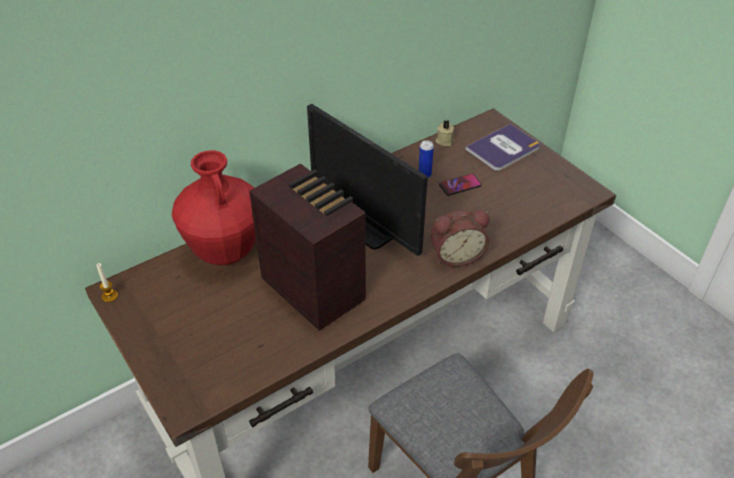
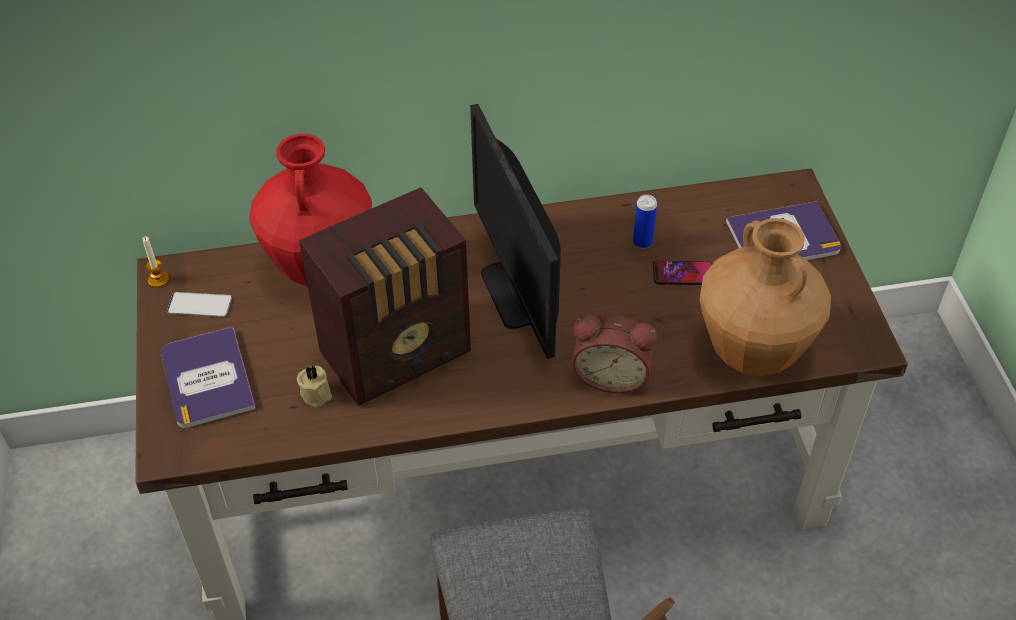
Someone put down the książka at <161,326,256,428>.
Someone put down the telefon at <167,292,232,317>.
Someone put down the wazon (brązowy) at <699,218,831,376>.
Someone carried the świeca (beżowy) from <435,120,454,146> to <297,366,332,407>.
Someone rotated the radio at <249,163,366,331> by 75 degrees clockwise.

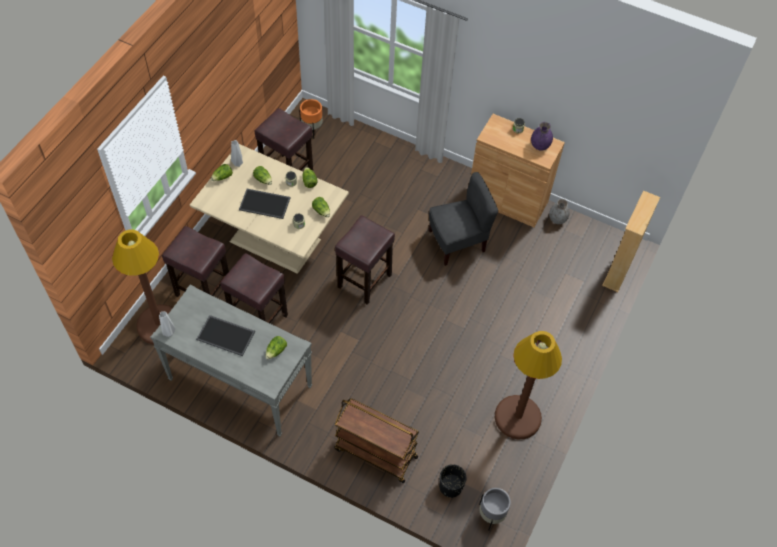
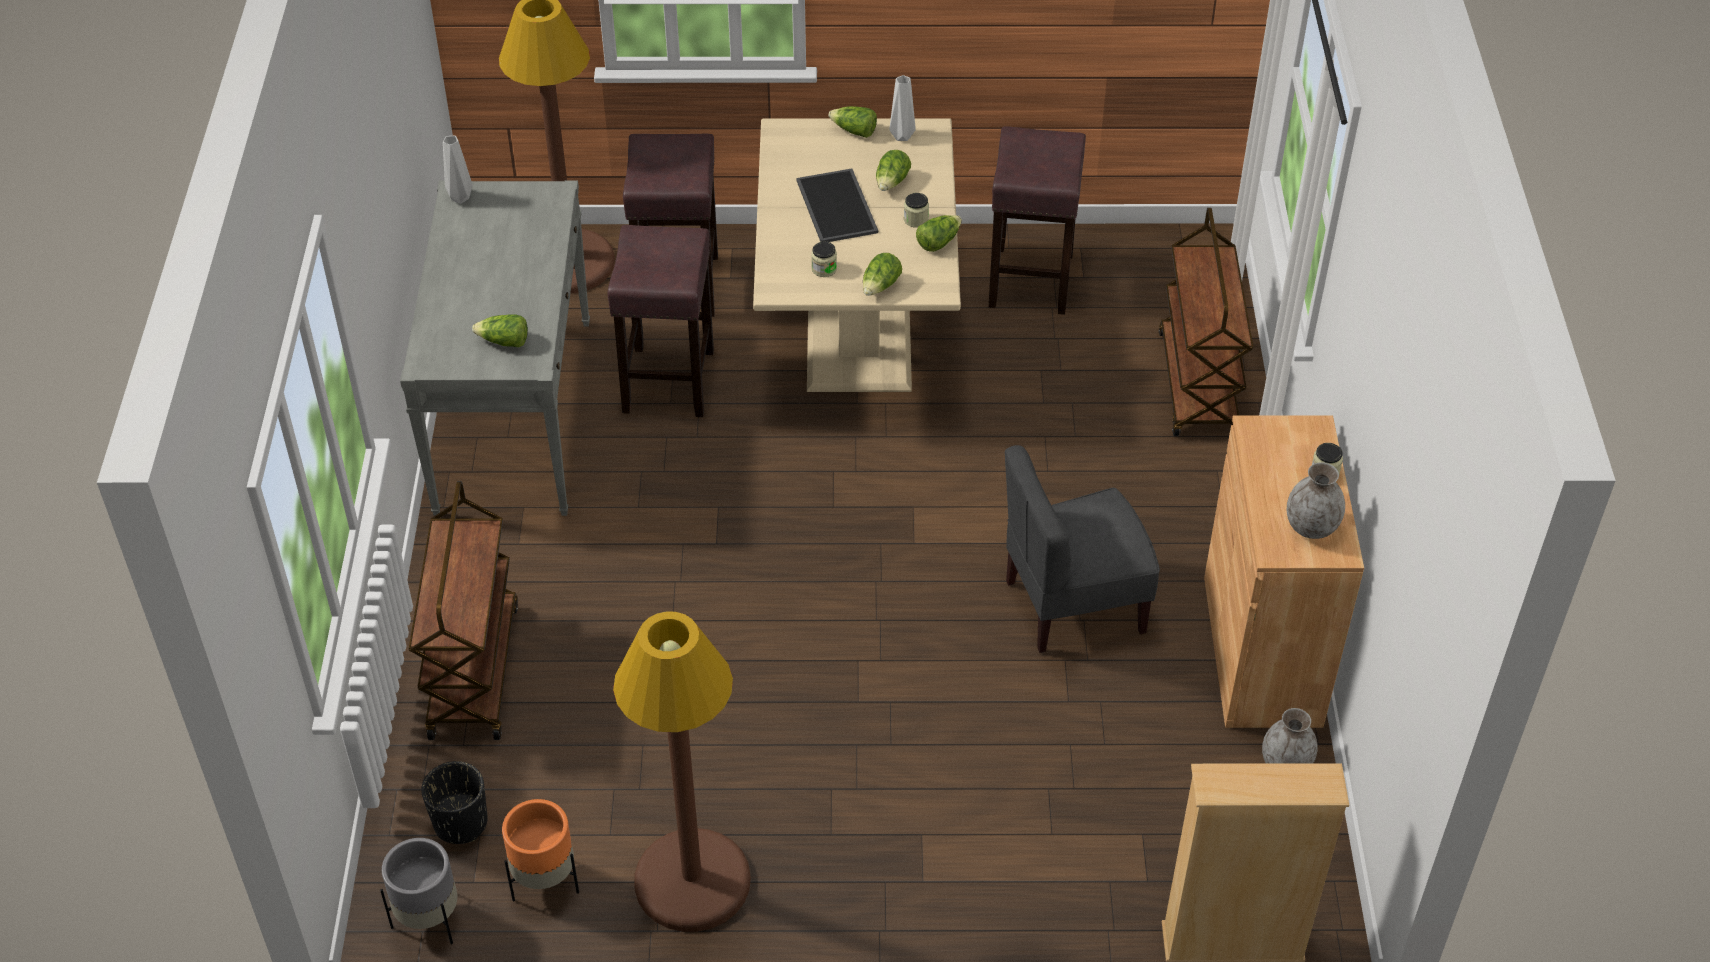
Someone took away the taca at <196,315,255,356>.
Someone took away the stołek (brązowy) at <335,215,395,305>.
Someone put down the wózek (brązowy) at <1159,208,1253,436>.
Someone carried the donica (pomarańczowy) from <299,99,323,139> to <502,799,579,902>.
Someone repainted the wazon (fioletowy) at <531,122,553,151>, which became the wazon (szary) at <1287,462,1345,539>.
Someone rotated the krzesło (szary) at <429,172,498,266> by 120 degrees clockwise.

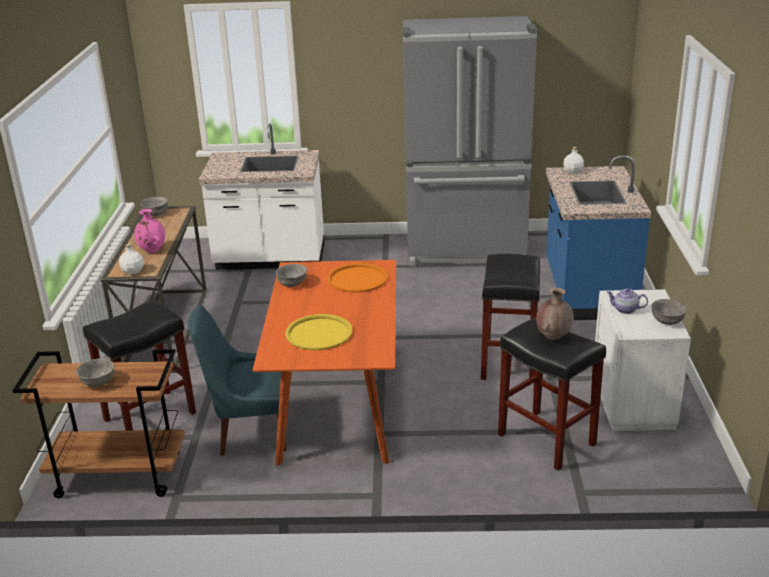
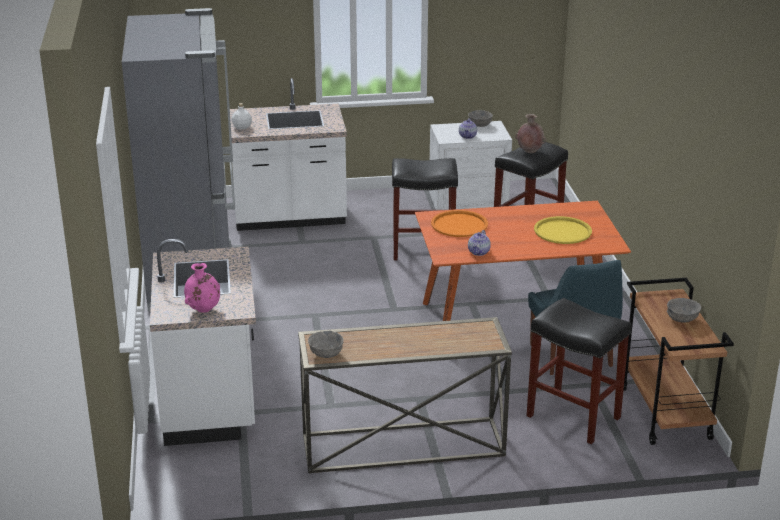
Someone took away the butelka (biały) at <119,244,144,274>.
Someone carried the wazon (różowy) from <134,209,165,253> to <184,263,220,313>.
Someone swapped the miska (szary) at <276,264,307,287> for the imbryk at <468,230,491,256>.
Someone repainted the zabudowa kuchenna (niebieski) at <546,155,651,320>, which became the zabudowa kuchenna (biały) at <230,78,347,231>.

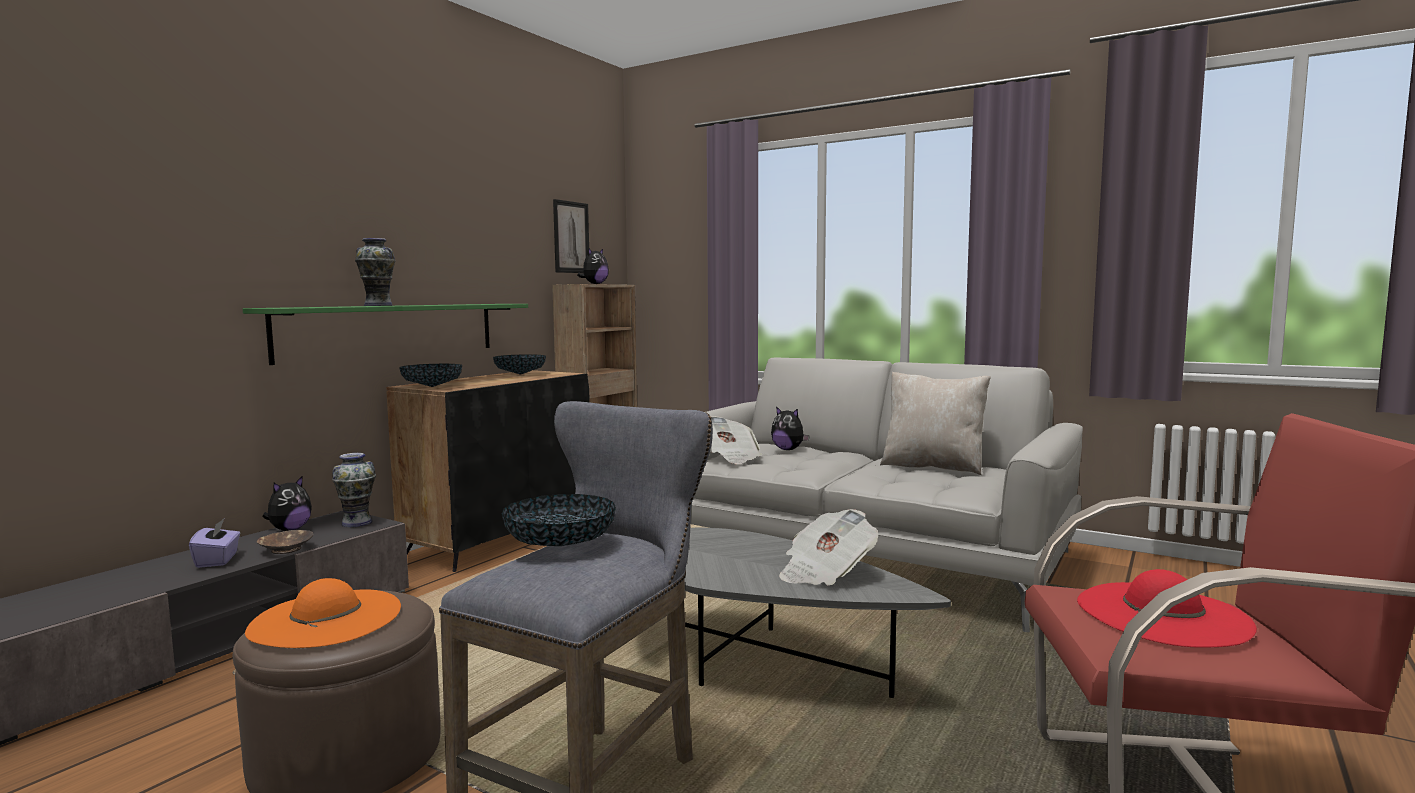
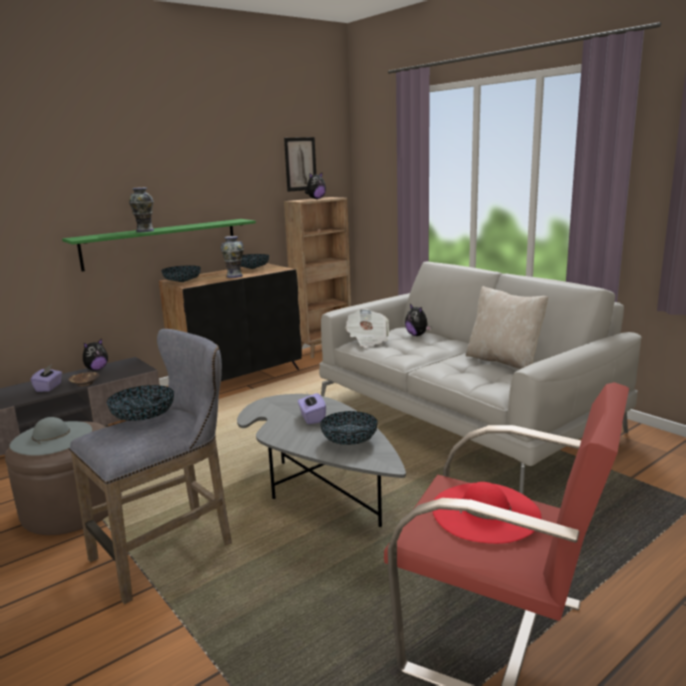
Someone put down the pudełko chusteczek (fioletowy) at <298,391,326,424>.
Someone carried the wazon from <332,453,376,527> to <221,236,244,278>.
Someone swapped the gazeta at <779,509,878,586> for the miska at <320,411,377,445>.
Someone repainted the kapelusz (pomarańczowy) at <245,578,401,648>, which became the kapelusz (szary) at <9,417,92,456>.

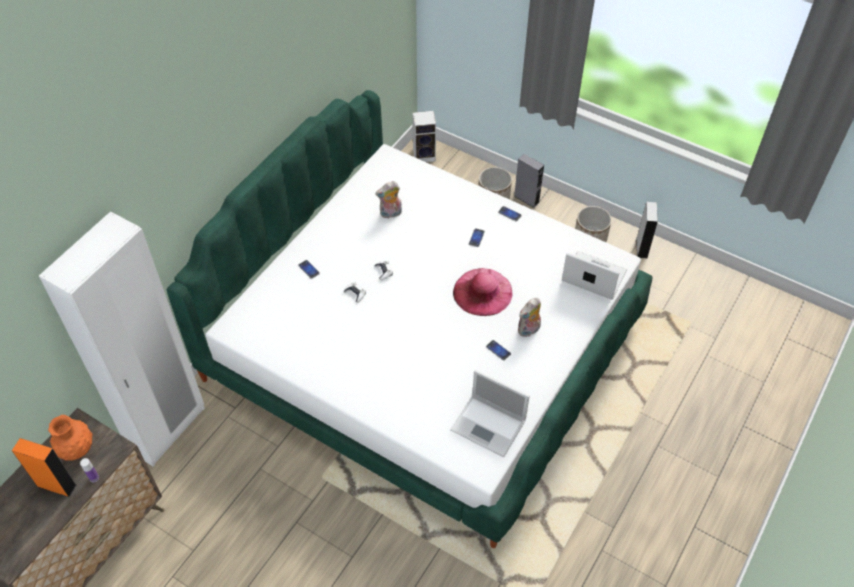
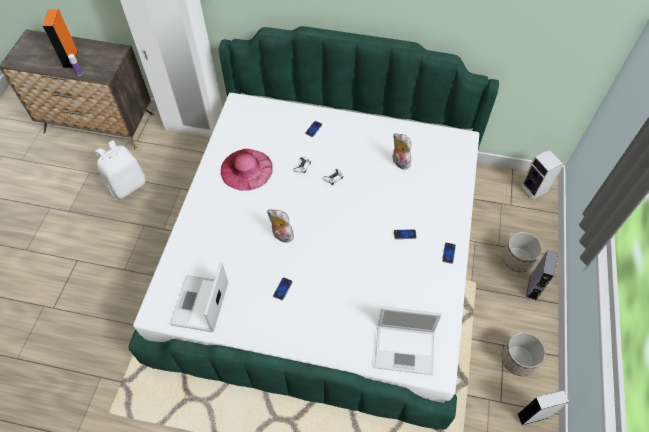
Someone took away the wazon (pomarańczowy) at <48,415,92,461>.
Someone put down the plecak (biały) at <95,140,146,199>.
Someone carried the kapelusz (różowy) from <453,268,512,316> to <221,149,273,191>.
Someone carried the pluszak from <518,298,541,337> to <267,209,295,243>.
Someone rotated the laptop at <562,251,627,300> by 90 degrees clockwise.

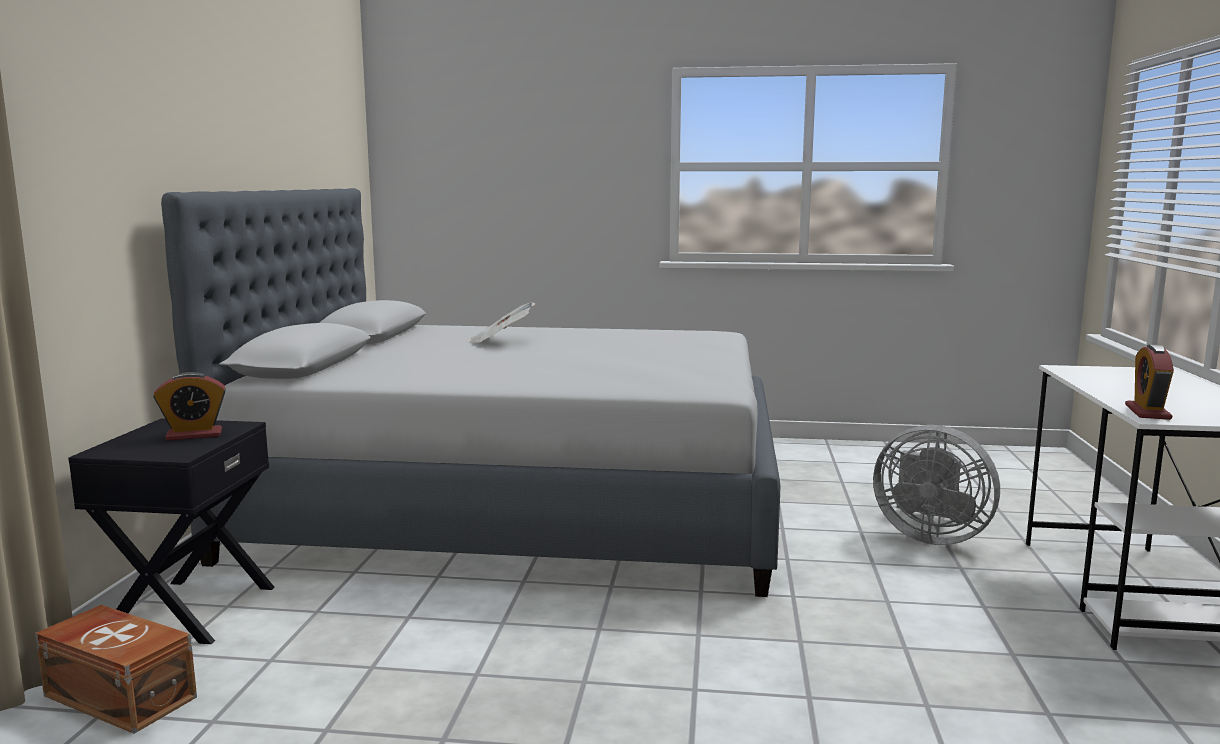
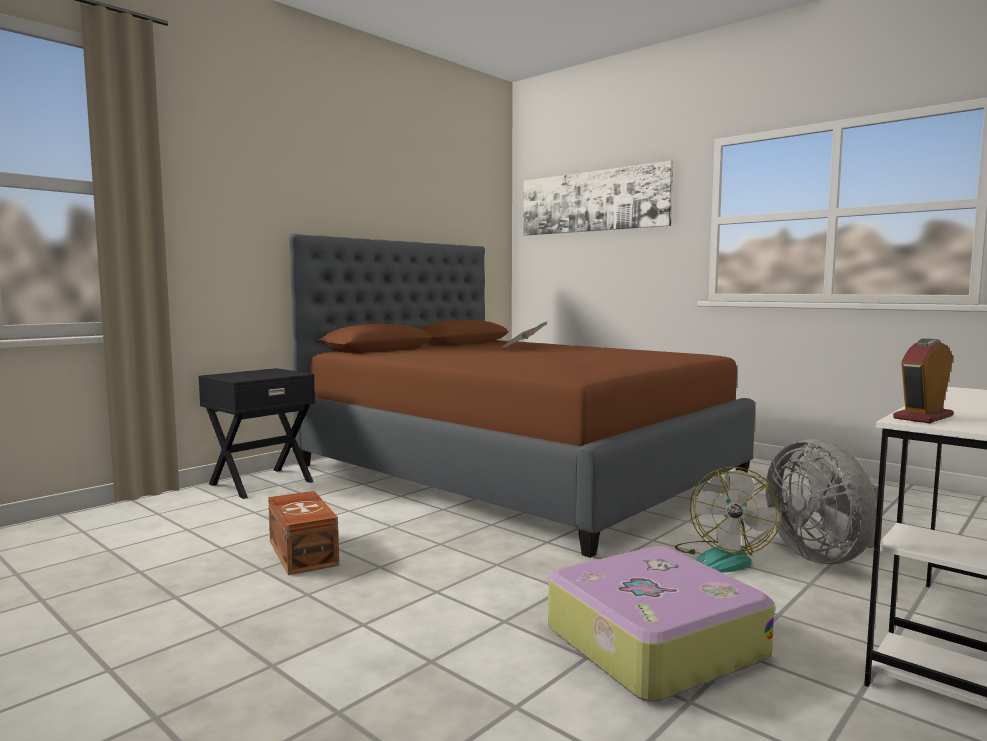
Someone took away the budzik at <153,372,226,441>.
Someone put up the obraz at <523,161,673,236>.
Someone put down the walizka at <548,546,775,702>.
Someone put down the wentylator at <675,467,782,573>.
Someone carried the pojemnik do przechowywania (brązowy) from <35,605,197,734> to <268,491,339,575>.
Someone repainted the łóżko (szary) at <161,188,780,597>, which became the łóżko (brązowy) at <289,234,755,558>.

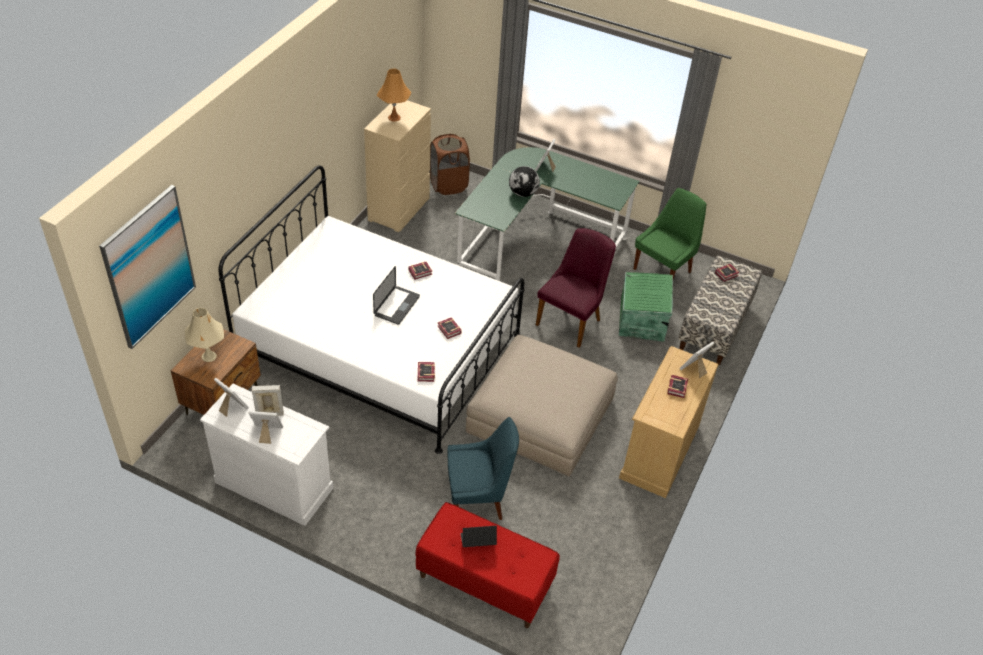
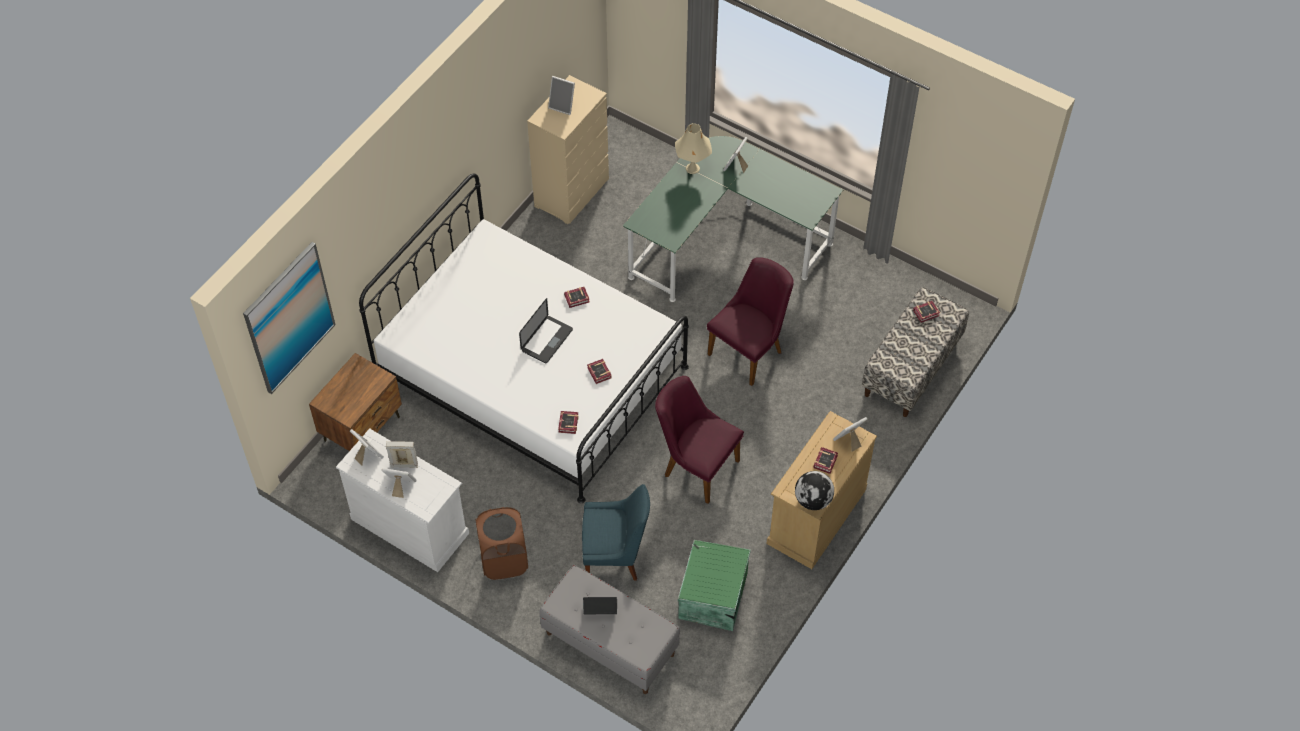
Someone took away the krzesło (zielony) at <634,188,706,279>.
Someone carried the lampa stołowa (beżowy) from <185,308,224,362> to <675,123,712,174>.
Someone carried the kosz na pranie (brązowy) from <430,134,470,195> to <476,507,528,580>.
Someone carried the globus from <509,166,540,197> to <795,471,834,510>.
Someone carried the pojemnik do przechowywania (zielony) from <619,272,673,342> to <678,540,751,631>.
Someone swapped the lampa stołowa (pomarańczowy) at <377,69,411,122> for the ramka na zdjęcie at <548,76,575,115>.
Someone swapped the pufa (beżowy) at <466,335,618,477> for the krzesło (fioletowy) at <655,376,744,504>.
Someone repainted the ławka (czerwony) at <415,502,560,628>, which became the ławka (szary) at <539,565,680,694>.

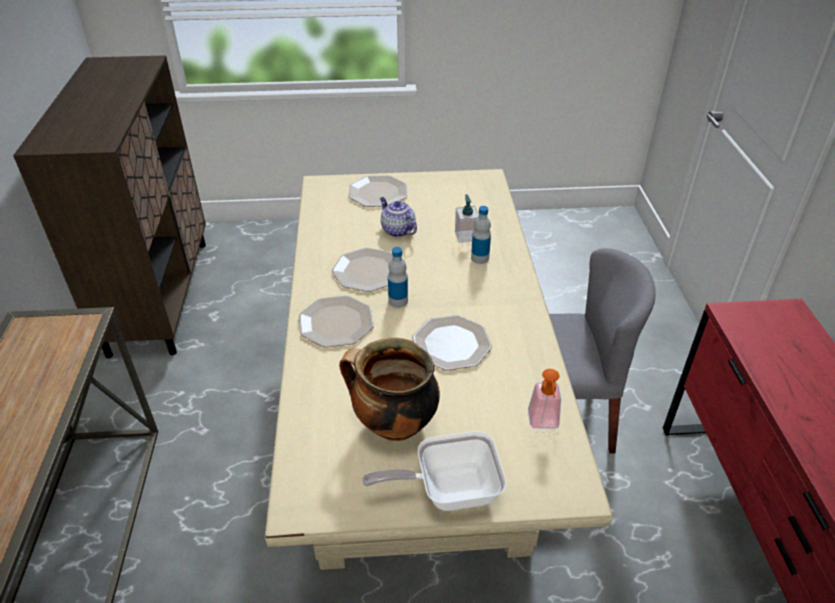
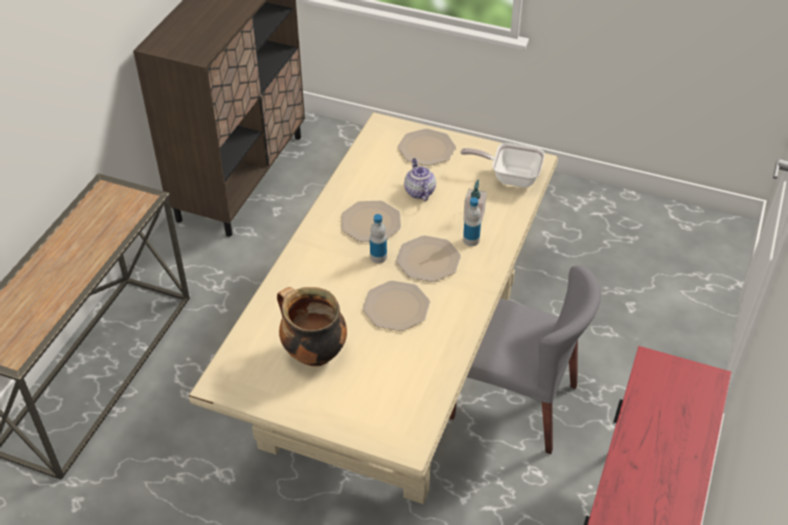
Someone took away the dozownik mydła at <528,369,561,429>.
Someone carried the talerz from <299,296,374,347> to <396,235,461,282>.
Someone carried the patelnia from <362,431,507,511> to <460,143,545,187>.

